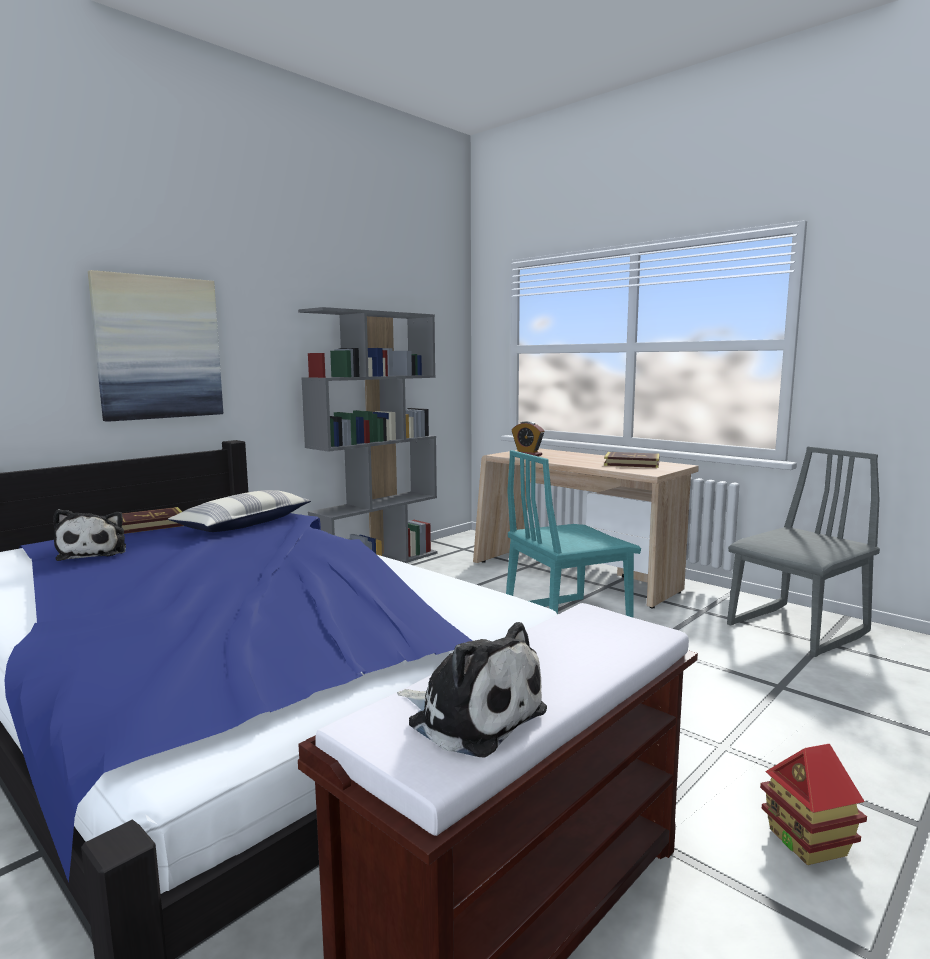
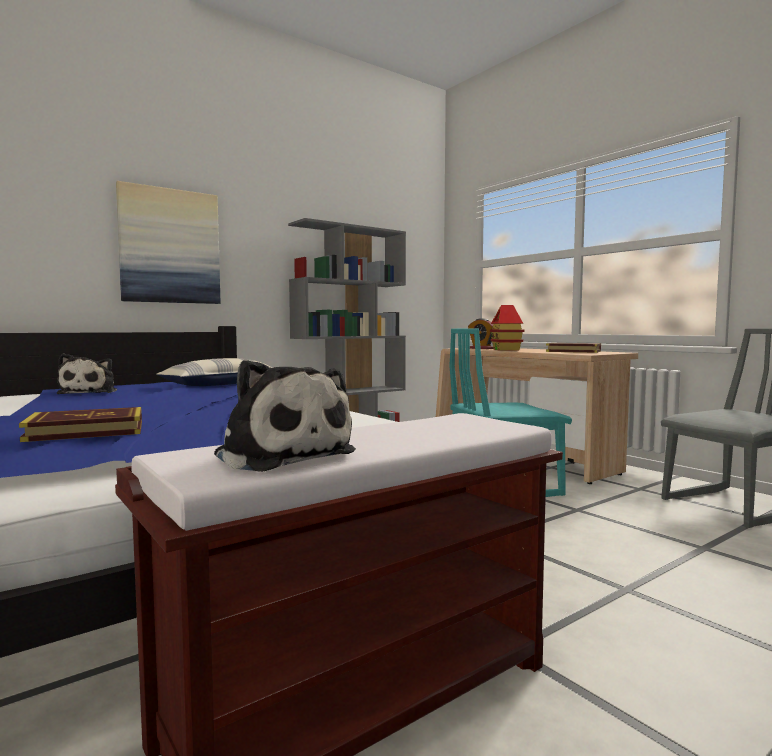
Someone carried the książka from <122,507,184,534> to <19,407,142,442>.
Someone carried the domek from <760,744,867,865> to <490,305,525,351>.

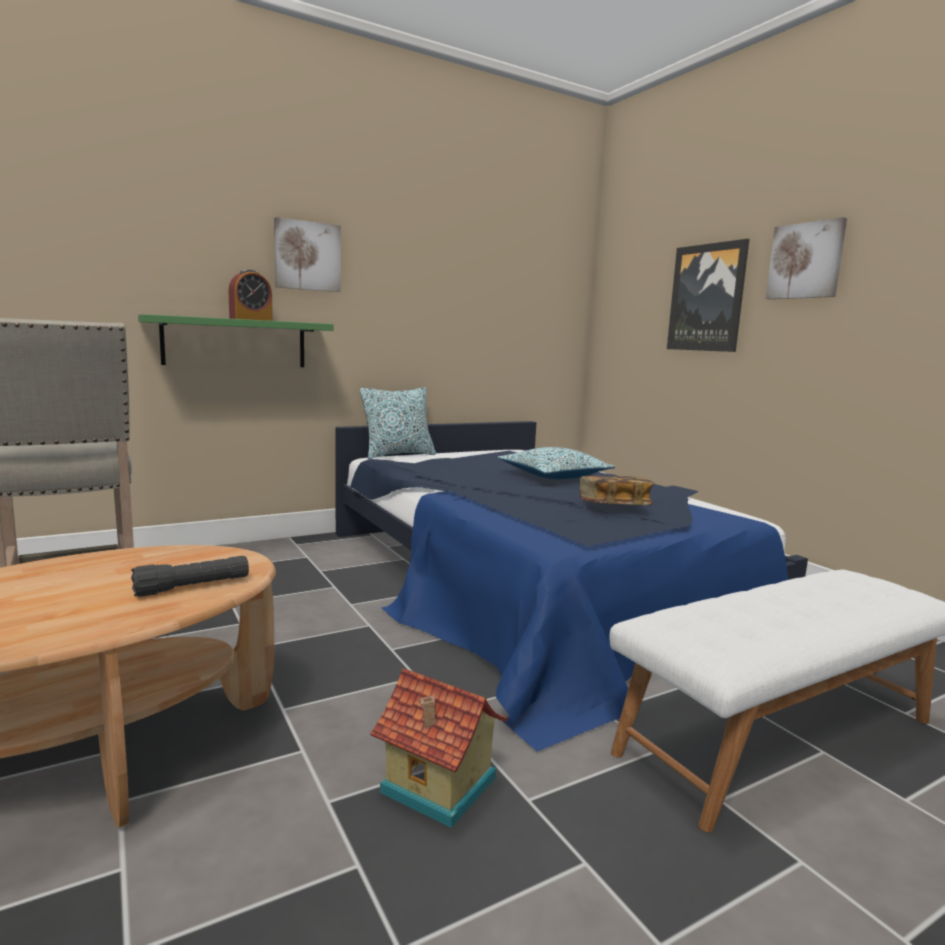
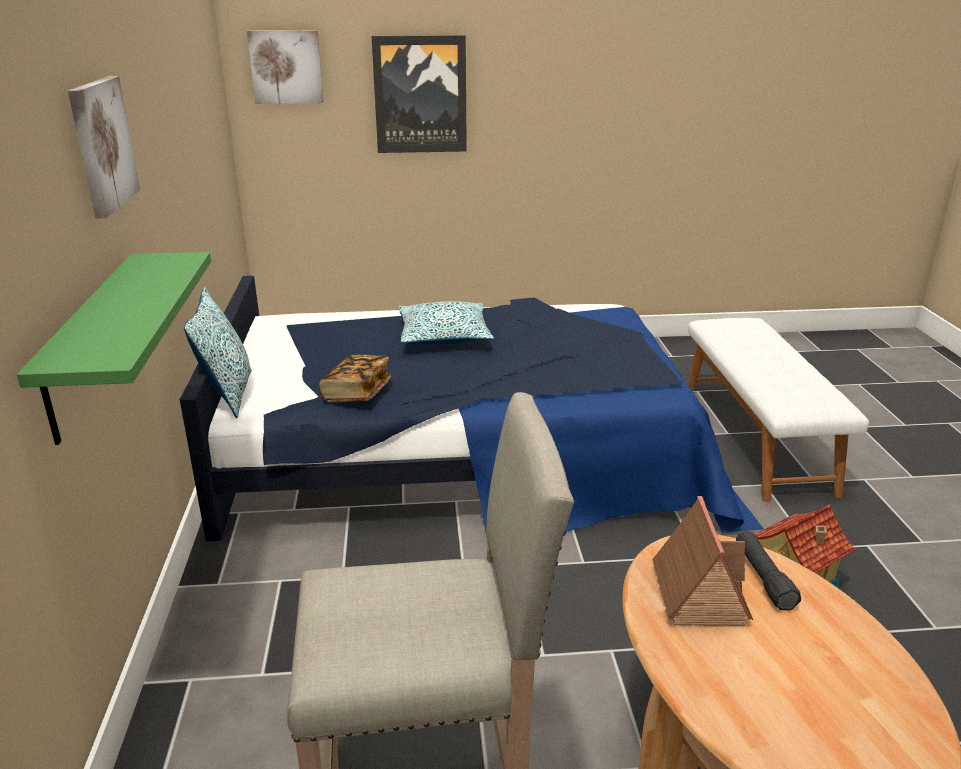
Someone took away the budzik at <228,269,273,321>.
Someone put down the domek at <652,496,753,626>.
Someone carried the książka from <580,476,655,505> to <319,355,391,402>.
Someone carried the obraz from <766,217,847,299> to <247,30,324,104>.

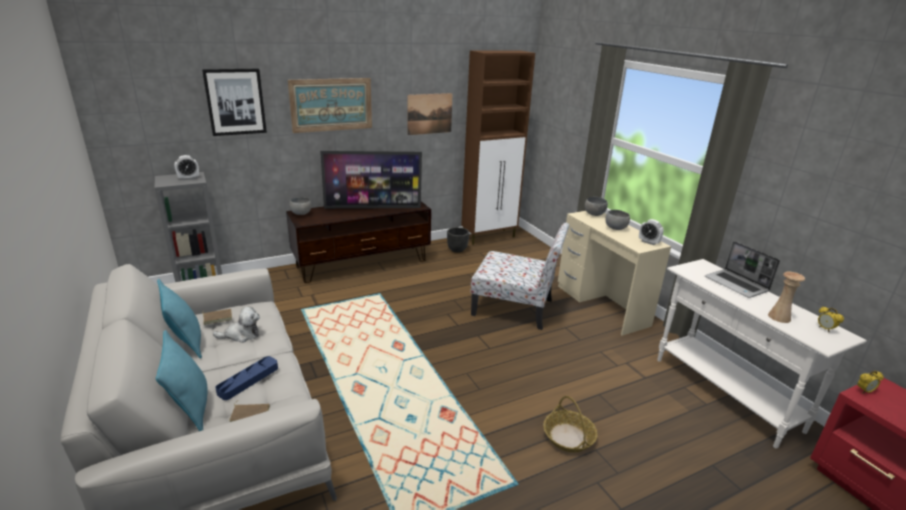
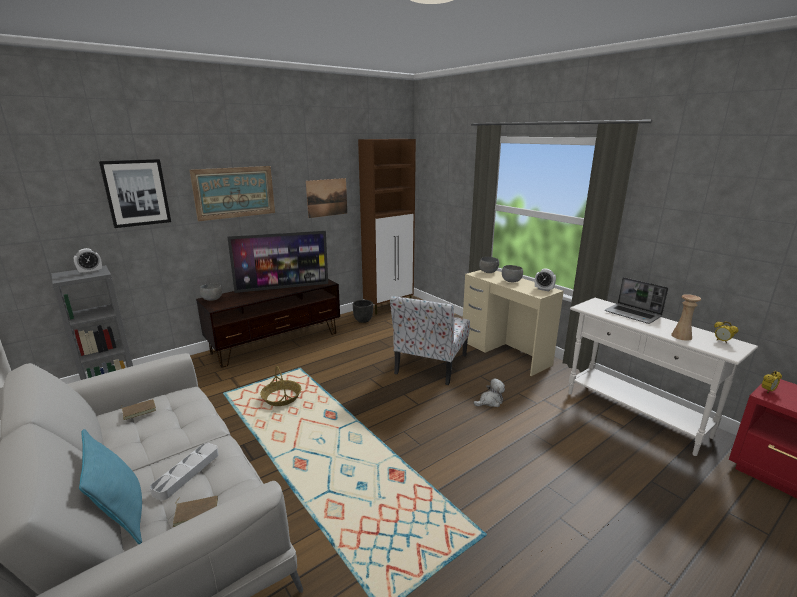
Someone took away the poduszka (turkusowy) at <157,279,202,359>.
Someone carried the pluszak from <213,306,260,343> to <473,378,505,407>.
Someone carried the koszyk from <543,396,598,452> to <260,366,301,406>.
Someone repainted the taca (niebieski) at <215,356,278,400>, which became the taca (szary) at <150,443,219,500>.
Someone rotated the krzesło at <470,223,569,330> by 105 degrees clockwise.

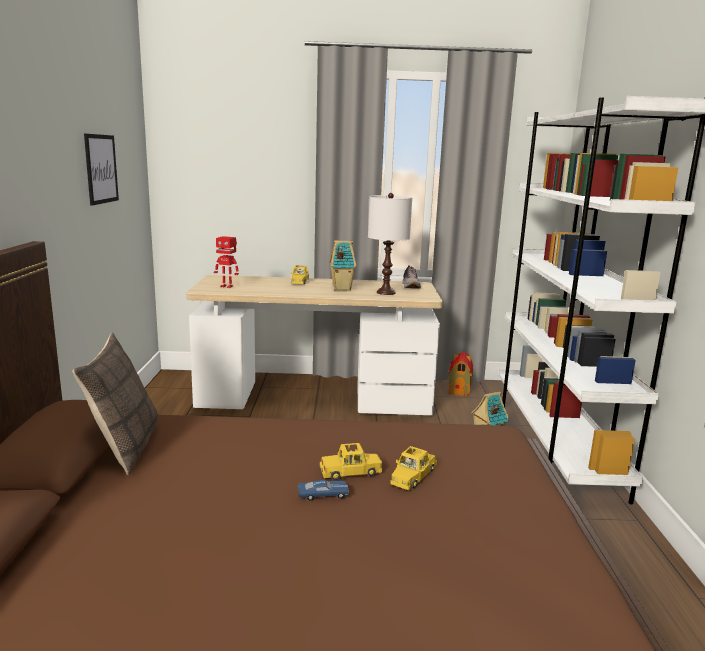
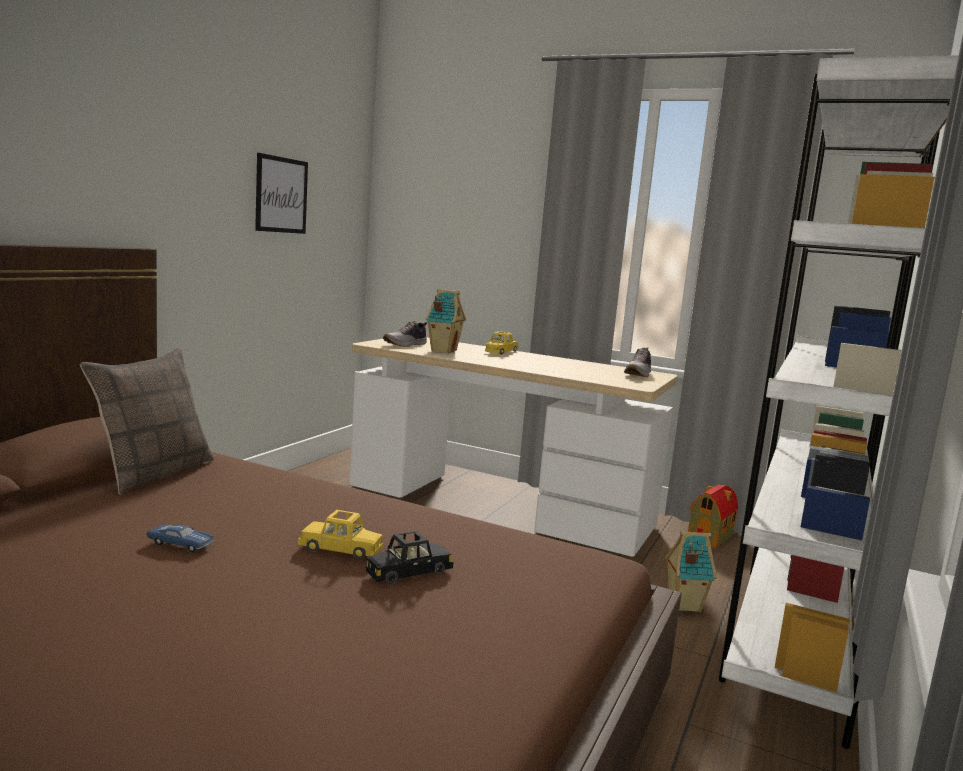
Someone took away the lampa stołowa (biały) at <368,193,412,295>.
Someone carried the samochodzik (niebieski) from <298,480,349,501> to <146,524,214,553>.
Someone carried the domek from <329,240,356,291> to <425,289,466,353>.
Someone swapped the robot zabawkowy at <214,236,239,288> for the but at <383,321,427,347>.
Someone repainted the samochodzik (żółty) at <390,446,437,490>, which became the samochodzik (czarny) at <366,531,453,584>.

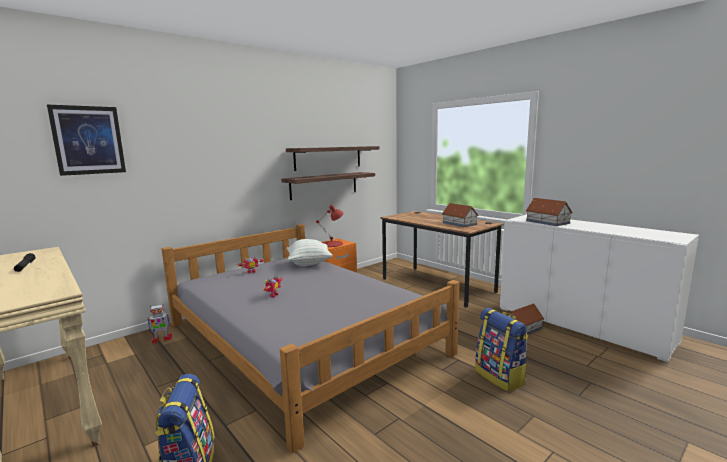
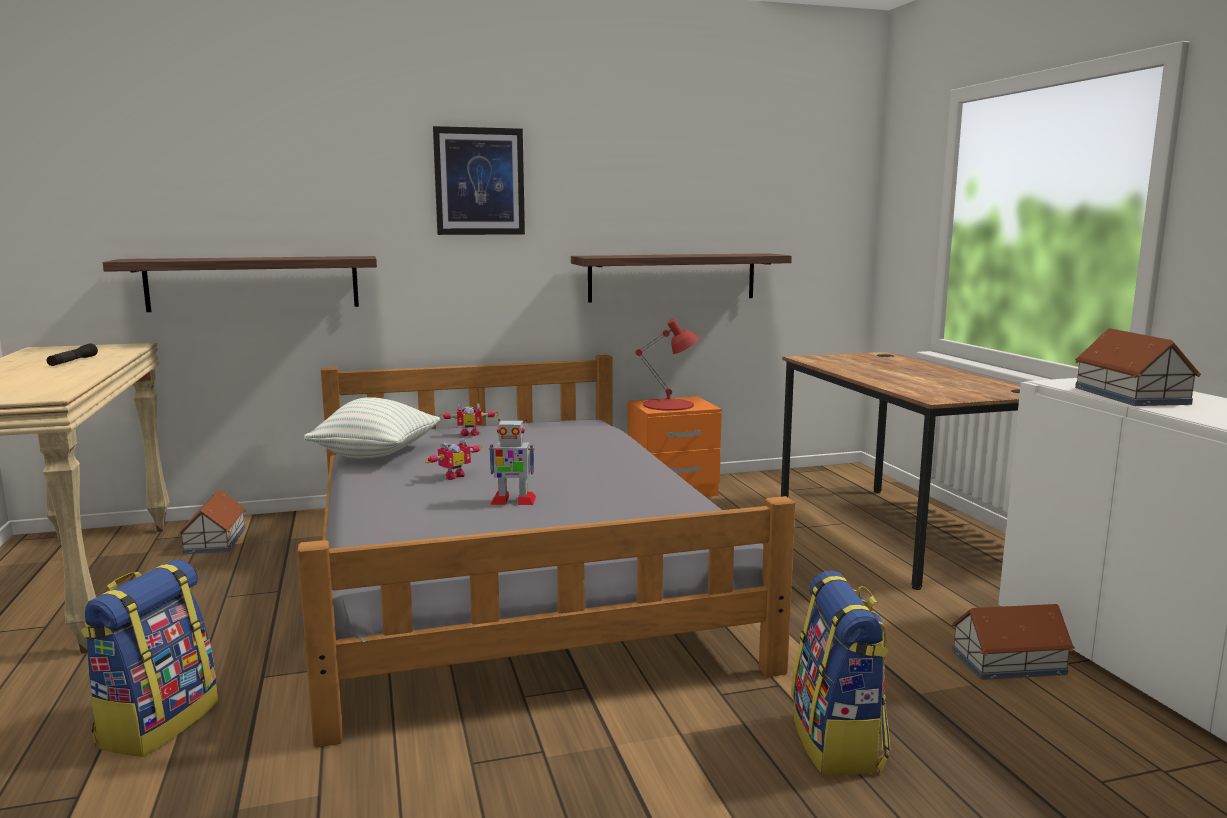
Someone carried the obraz from <47,105,126,176> to <433,126,525,235>.
Someone carried the robot zabawkowy from <147,304,172,343> to <489,419,536,505>.
Someone carried the półka from <286,146,379,171> to <103,256,377,312>.
Someone carried the poduszka from <287,239,333,266> to <304,397,440,459>.
Someone carried the domek from <442,203,479,227> to <178,489,246,554>.

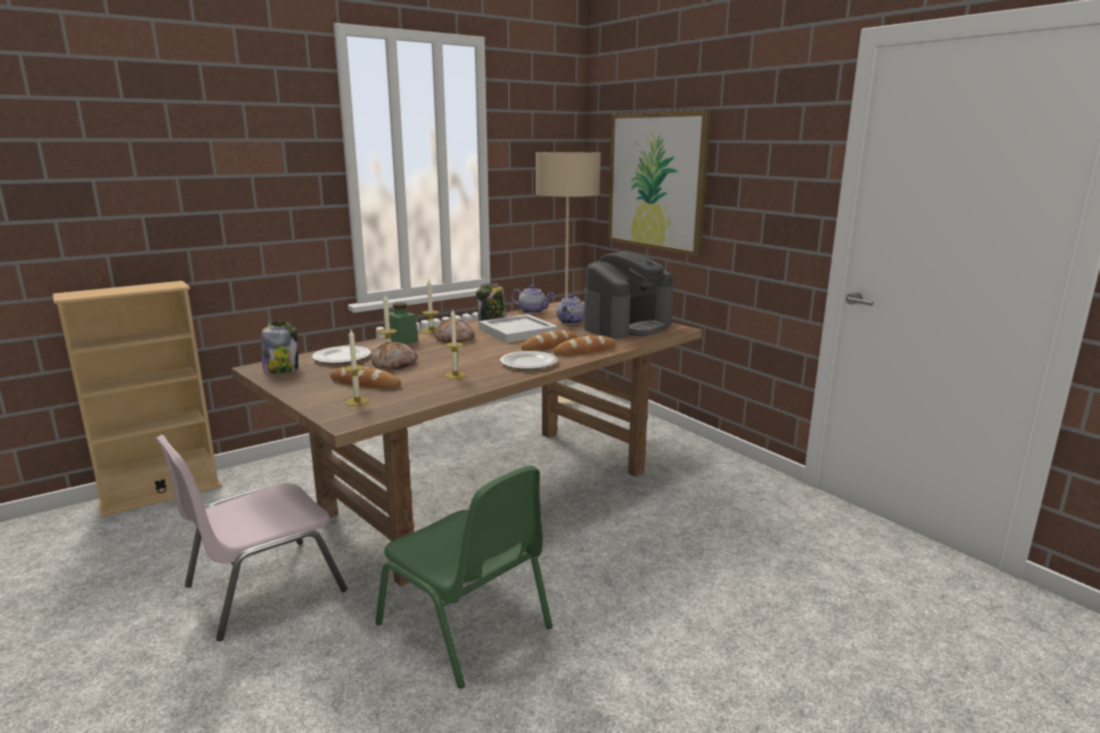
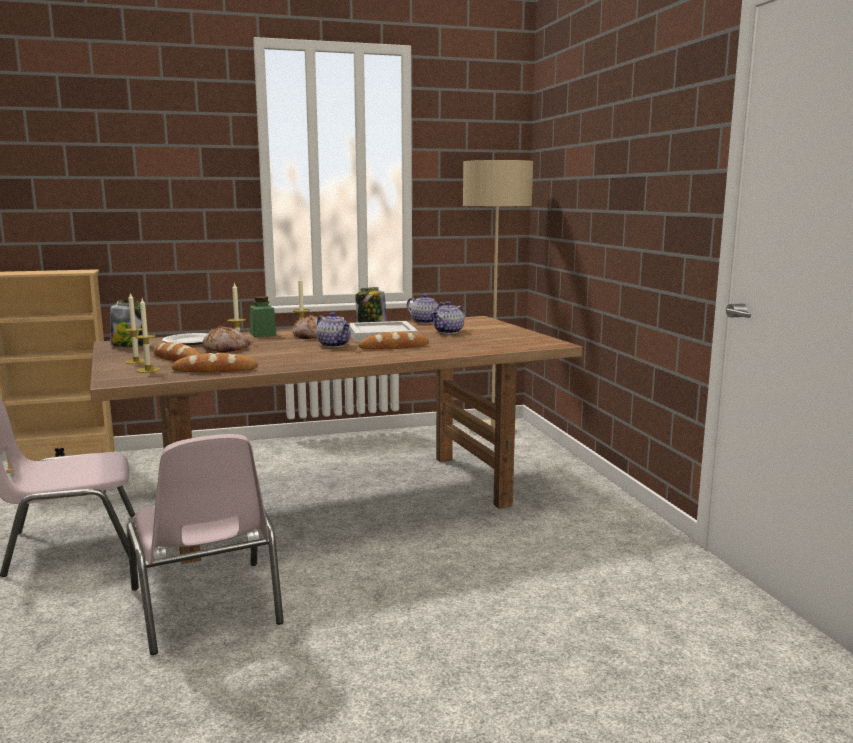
Someone took away the talerz at <500,351,558,370>.
Someone took away the ekspres do kawy at <584,252,674,339>.
Someone took away the obraz at <608,110,711,256>.
Someone put down the imbryk at <316,312,351,348>.
Someone carried the świeca from <445,310,466,379> to <124,293,145,364>.
Someone carried the chleb from <554,336,616,355> to <172,353,258,372>.
Someone repainted the krzesło (zielony) at <375,466,553,688>, which became the krzesło (różowy) at <127,434,284,655>.

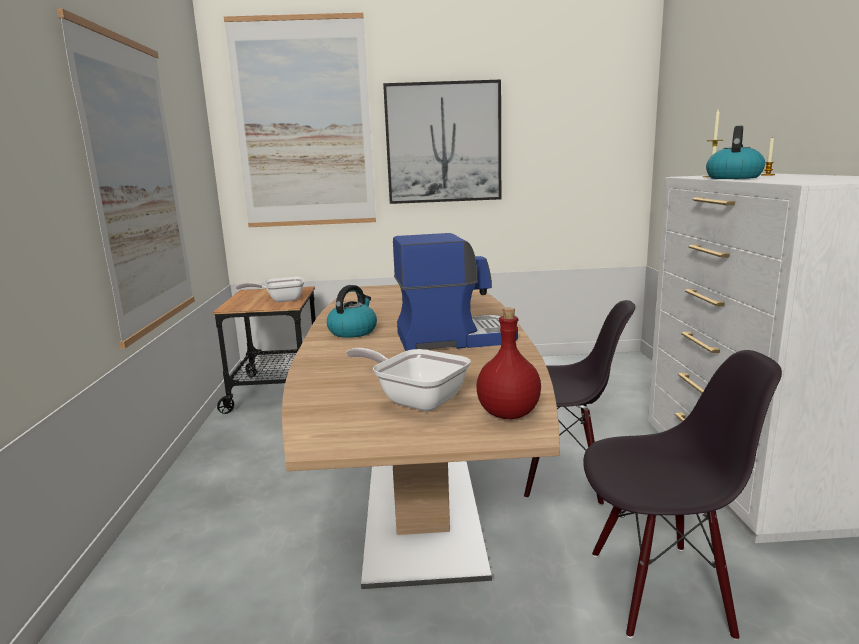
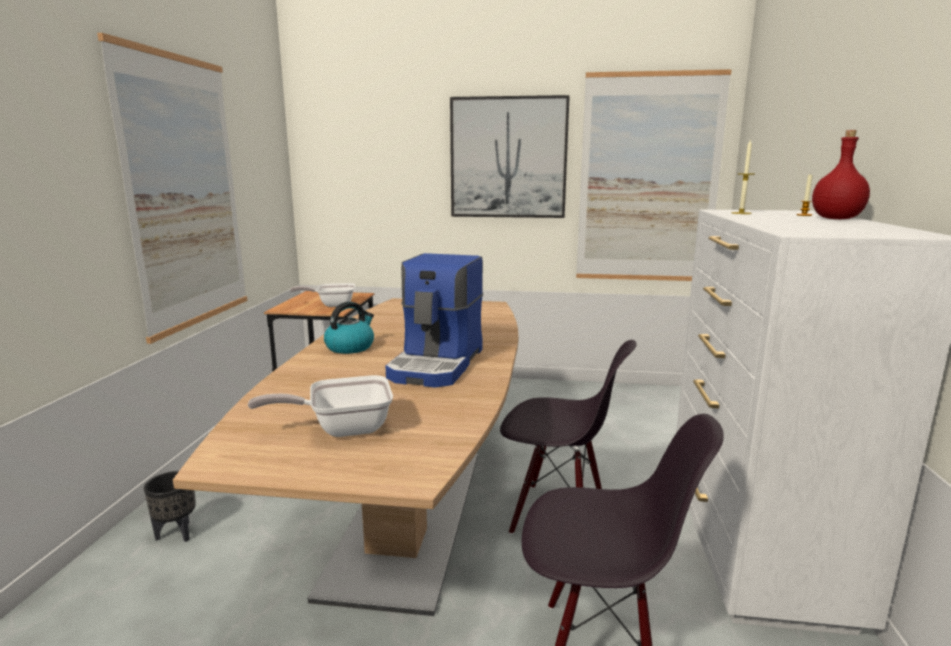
Someone took away the czajnik at <706,126,765,179>.
Someone put down the donica (czarny) at <144,471,196,542>.
Someone carried the obraz from <224,13,376,227> to <576,69,732,281>.
Someone carried the butelka (czerwony) from <476,308,541,420> to <812,130,870,219>.
Someone rotated the patelnia at <346,348,471,411> by 60 degrees counterclockwise.
Someone rotated the ekspres do kawy at <393,233,518,351> by 105 degrees clockwise.

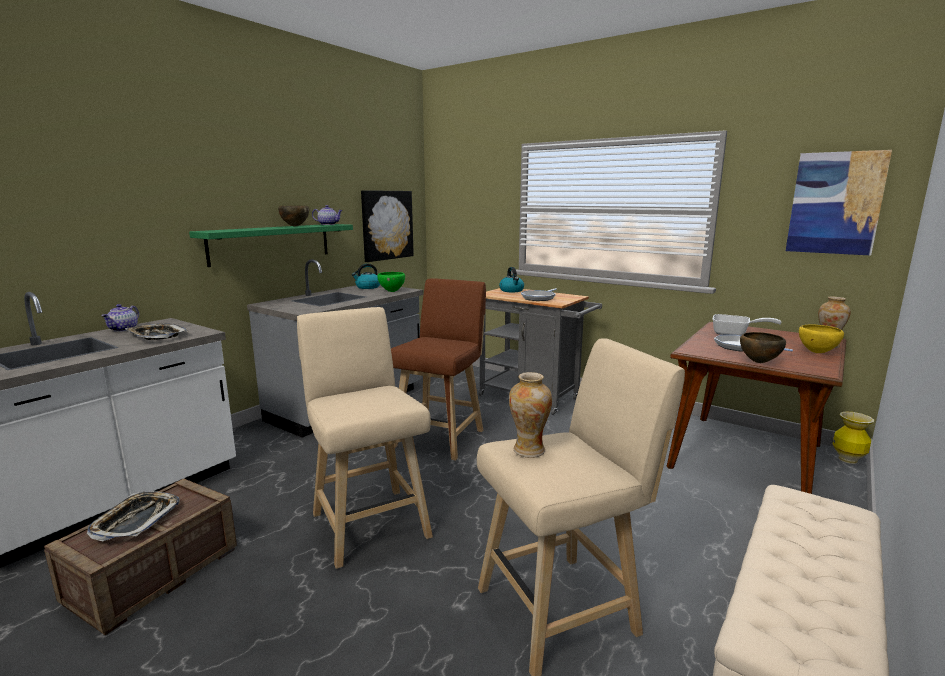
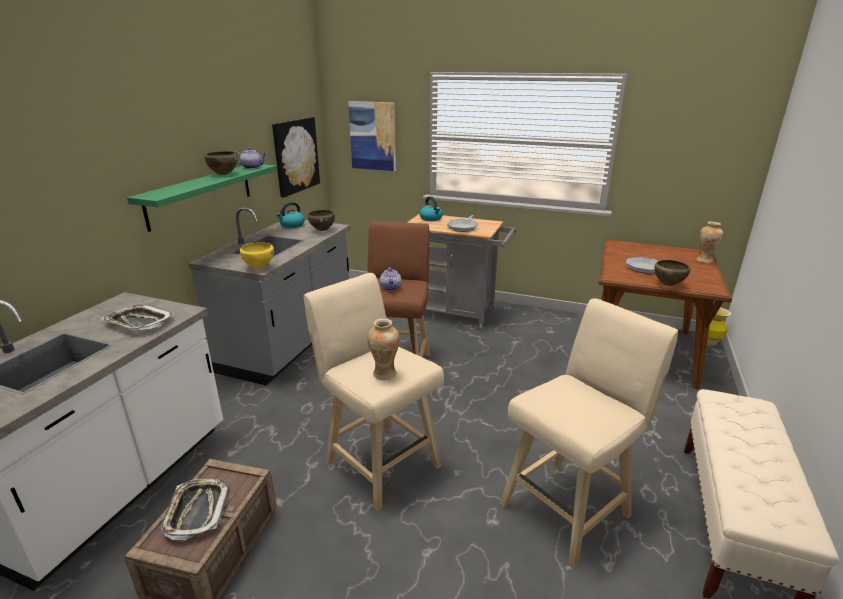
Someone took away the patelnia at <712,314,782,335>.
Someone carried the imbryk from <101,304,139,332> to <380,267,402,291>.
Someone carried the wazon from <509,372,552,458> to <367,318,400,380>.
Someone carried the obraz from <786,150,892,256> to <348,101,396,171>.
Someone carried the miska (żółty) from <799,325,844,353> to <240,242,274,269>.
Someone repainted the miska (zielony) at <377,272,405,292>, which became the miska (brązowy) at <308,210,335,231>.

